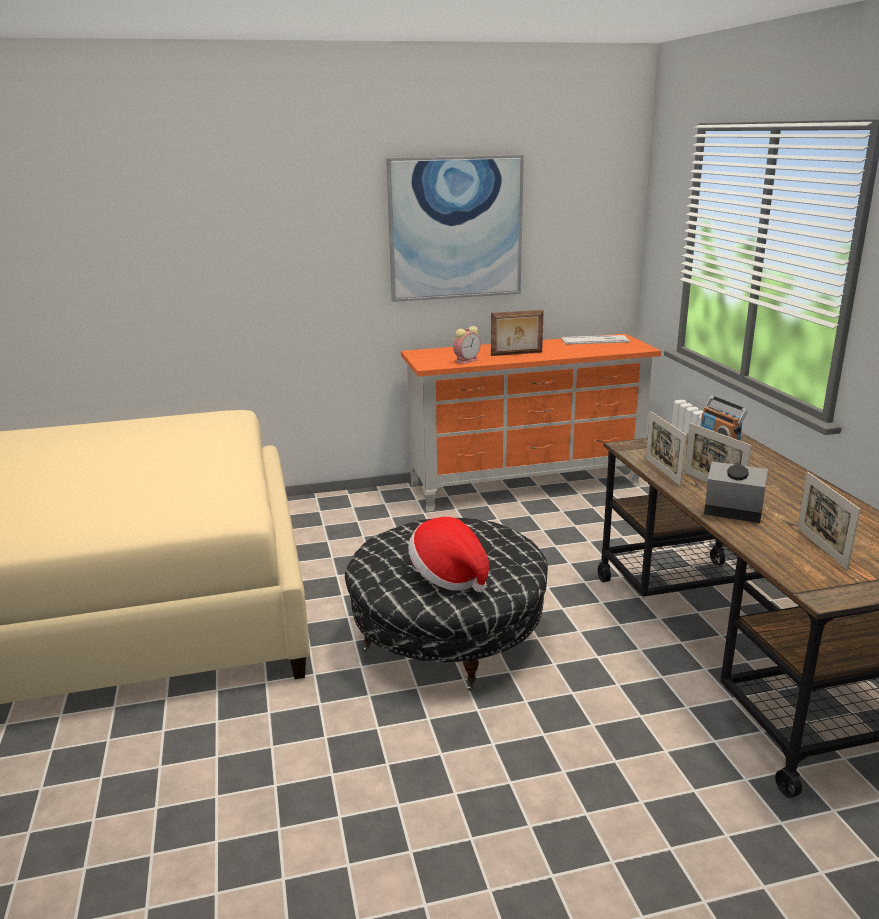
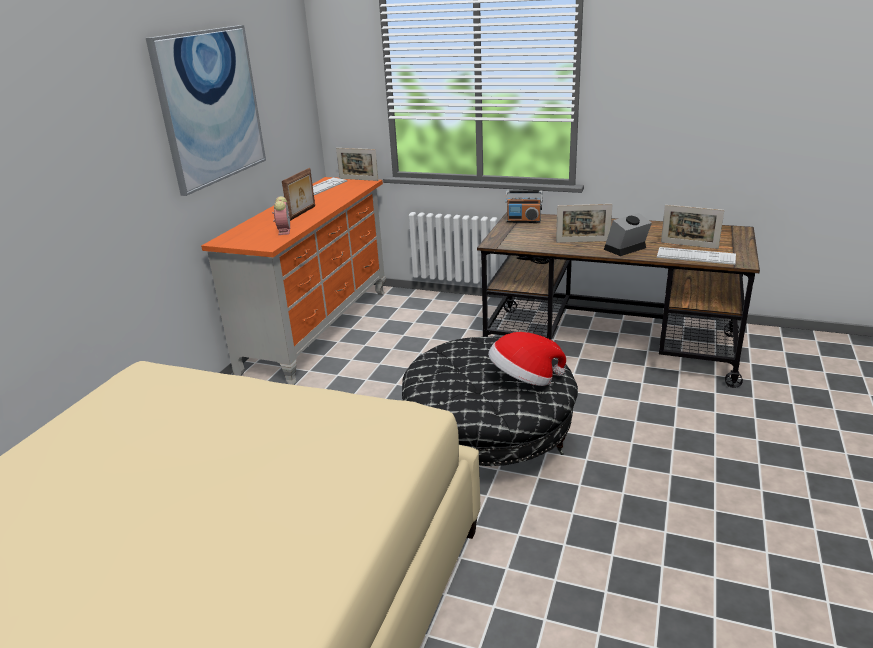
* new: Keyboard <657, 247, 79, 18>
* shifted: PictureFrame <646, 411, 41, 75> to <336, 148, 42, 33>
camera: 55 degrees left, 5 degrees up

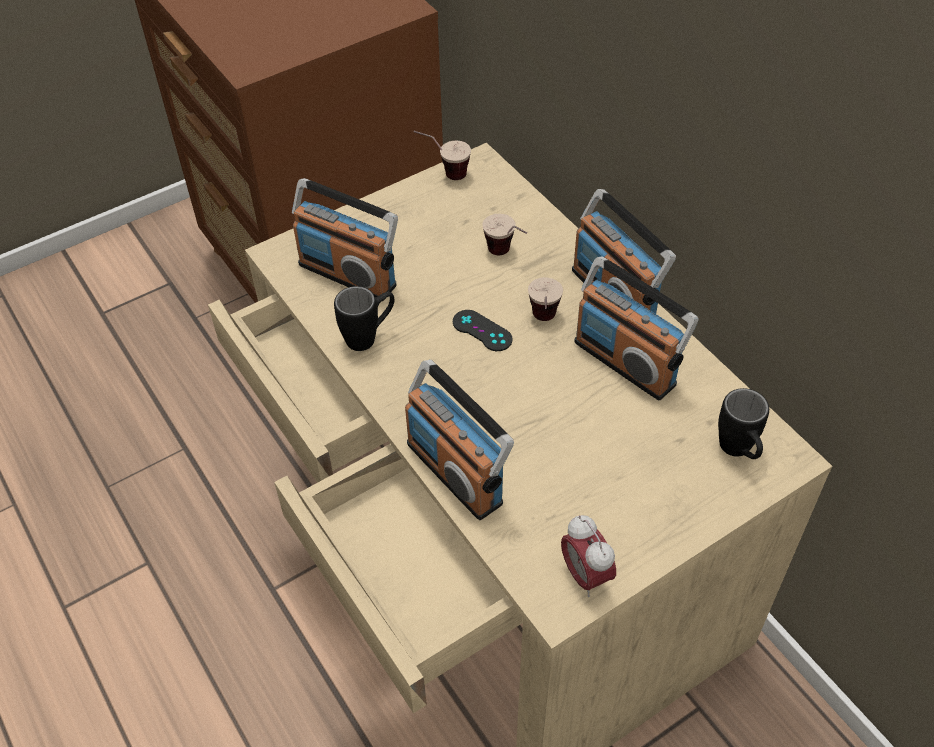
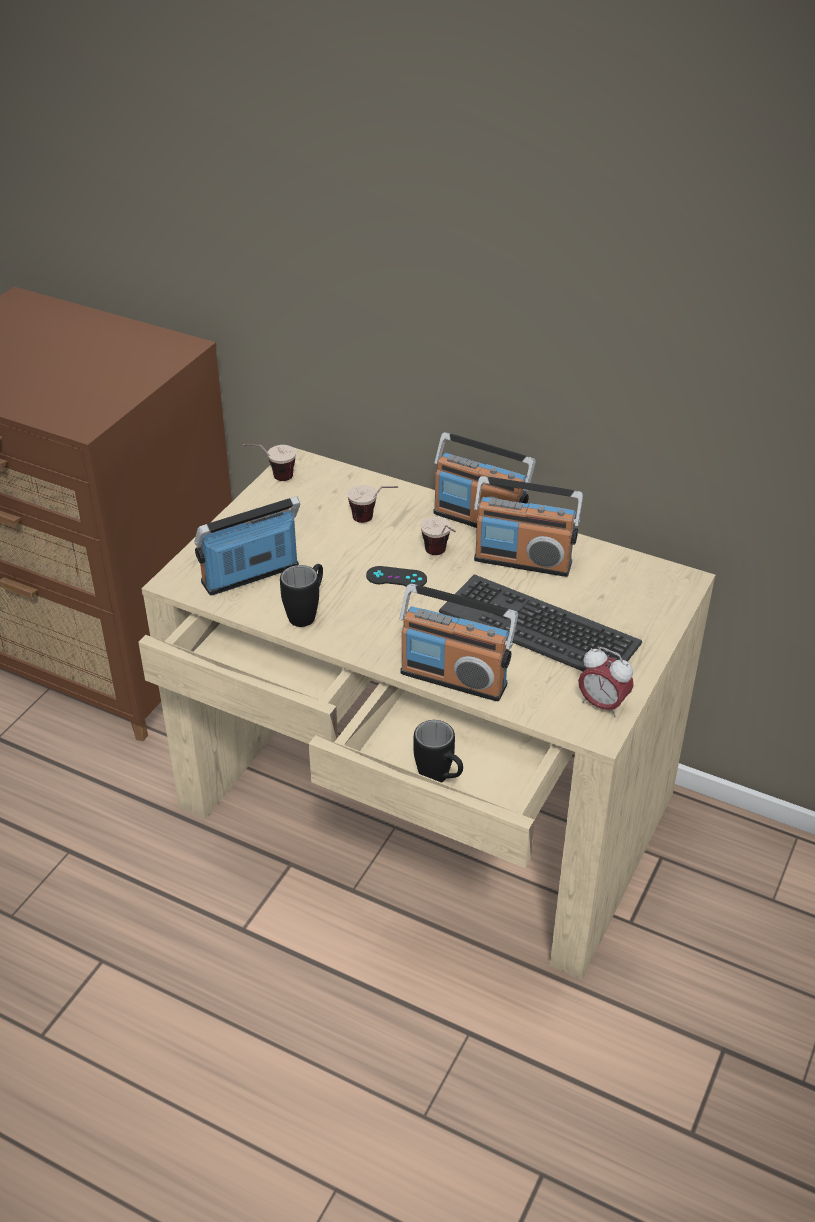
* new: Keyboard <439, 574, 203, 98>
* shifted: BlackMug <718, 388, 51, 71> to <413, 720, 50, 63>
* rotated: Radio <292, 178, 106, 123> = <194, 496, 106, 100> 150 degrees clockwise
camera: 30 degrees left, 10 degrees down

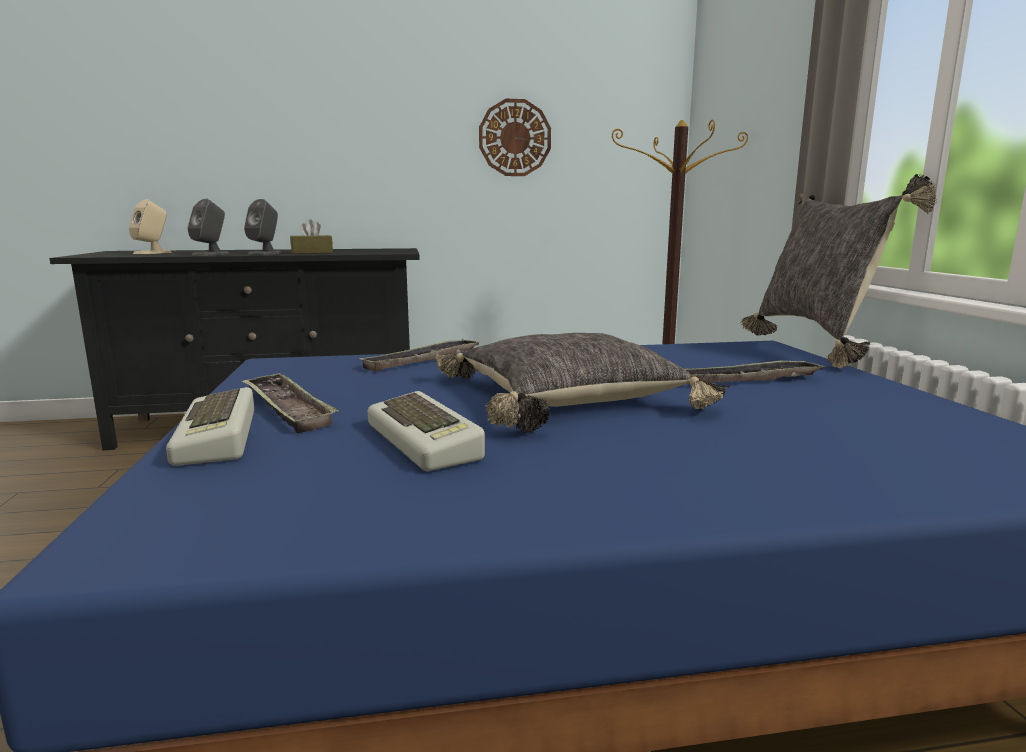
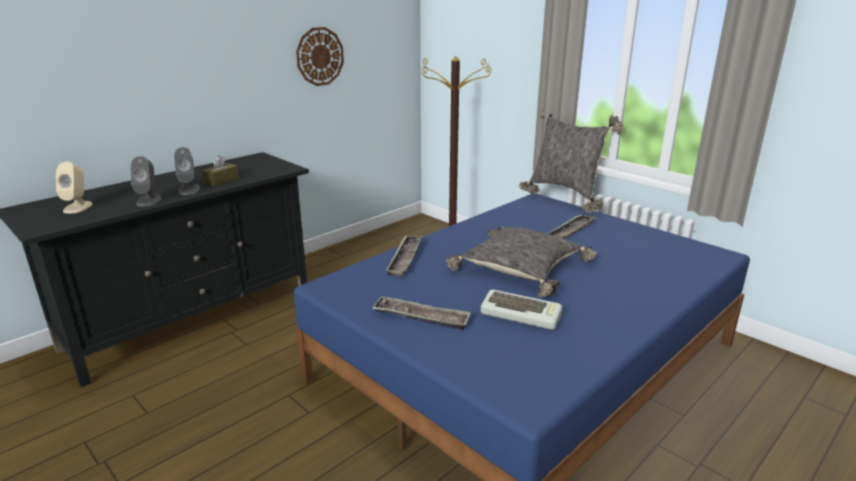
* gone: Keyboard <166, 387, 88, 79>
camera: 35 degrees left, 10 degrees up

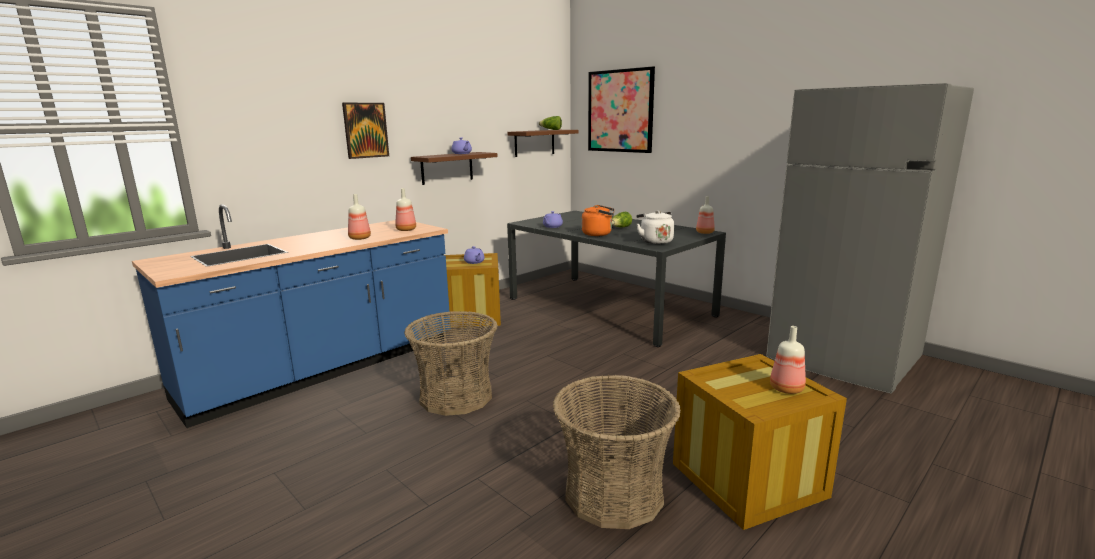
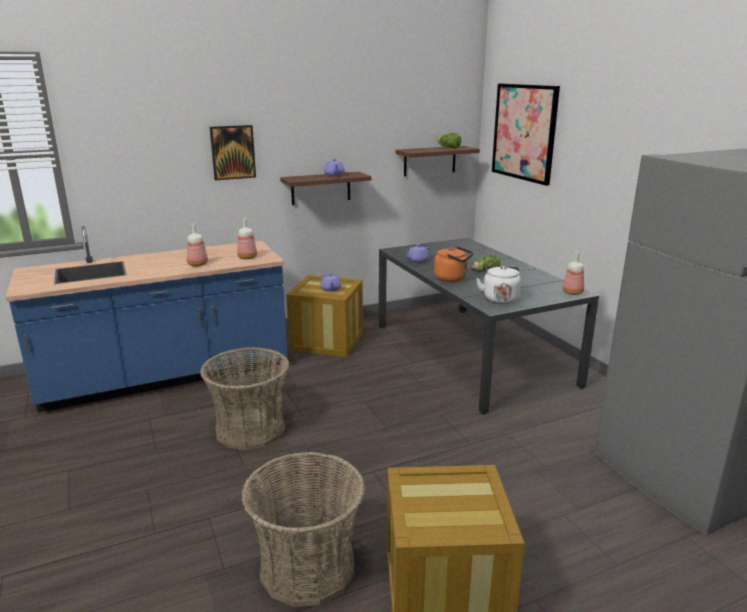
* gone: Bottle <770, 326, 36, 68>
camera: 20 degrees right, 5 degrees up

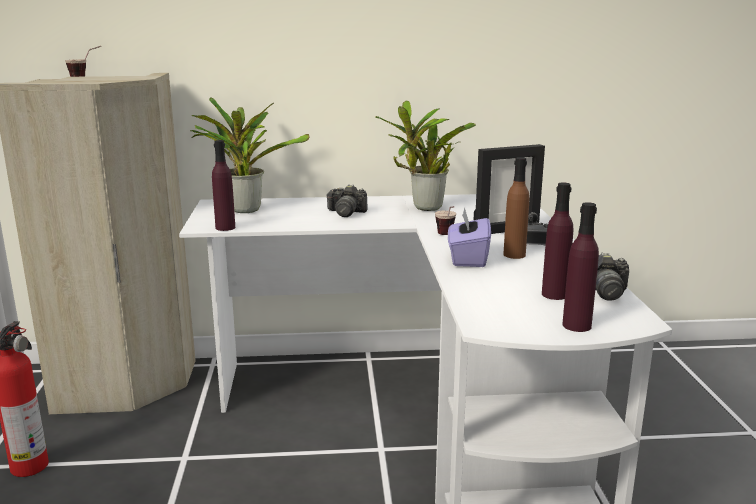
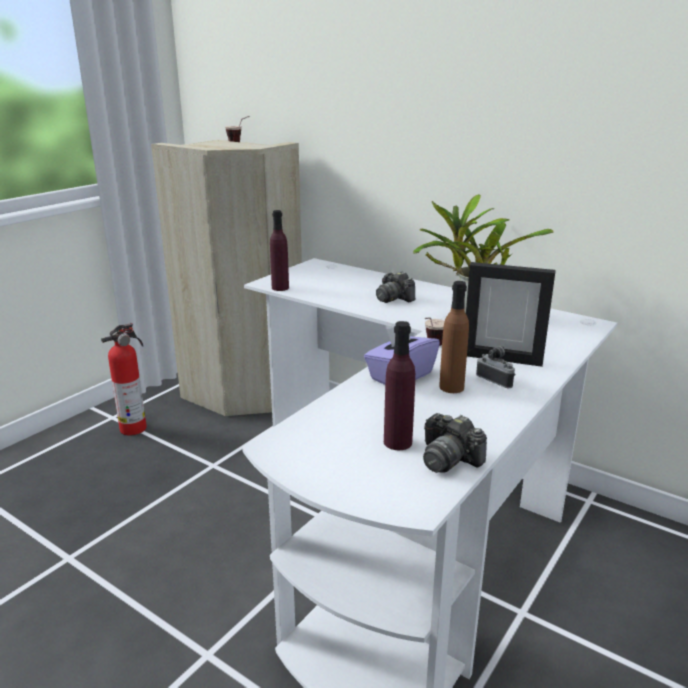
* gone: PottedPlant <190, 98, 120, 115>
* gone: PurpleBottle <562, 202, 37, 130>
camera: 40 degrees right, 5 degrees up

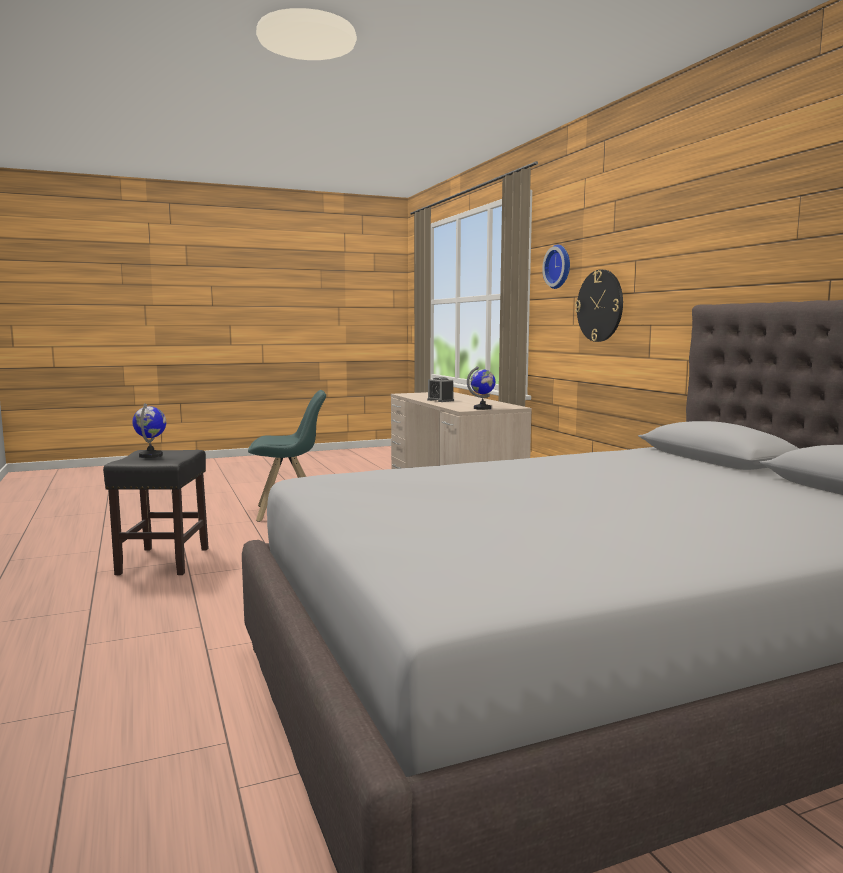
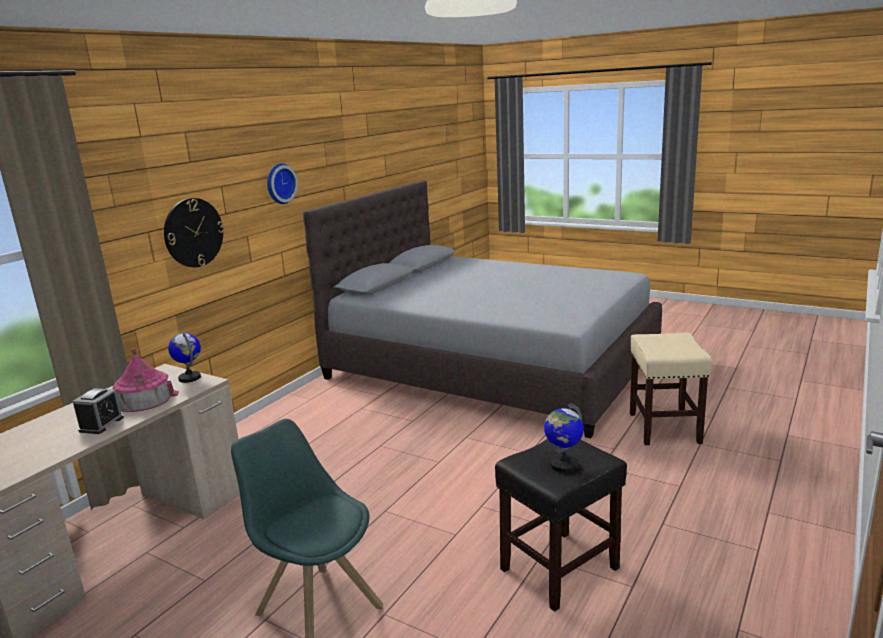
* new: ToyHouse <113, 348, 66, 64>
* new: BeigeStool <630, 333, 82, 112>
* shifted: WallClock <542, 245, 28, 44> to <267, 163, 31, 41>
camera: 125 degrees left, 10 degrees up

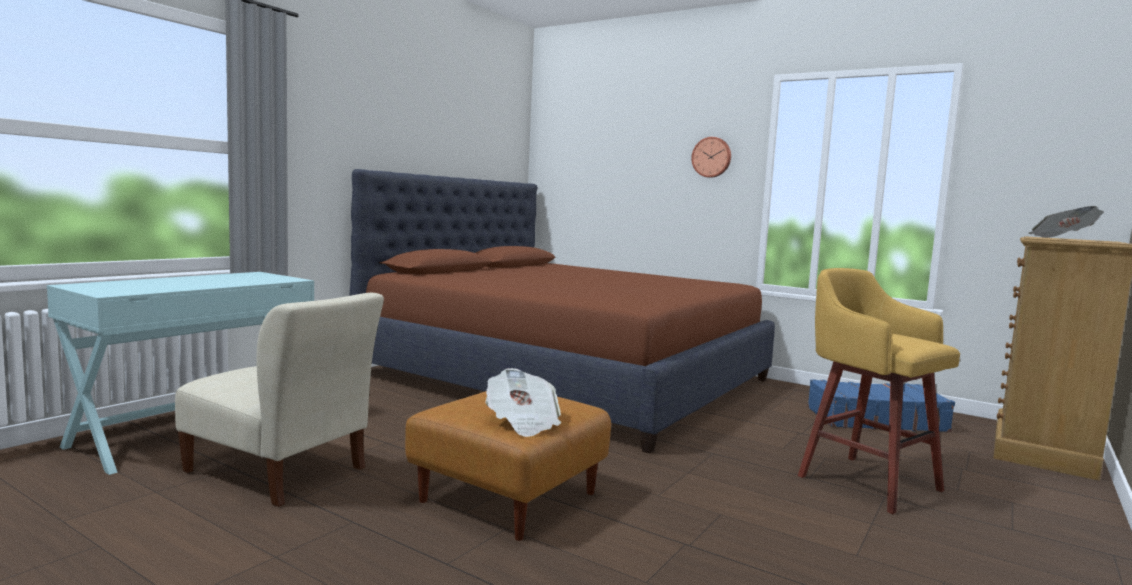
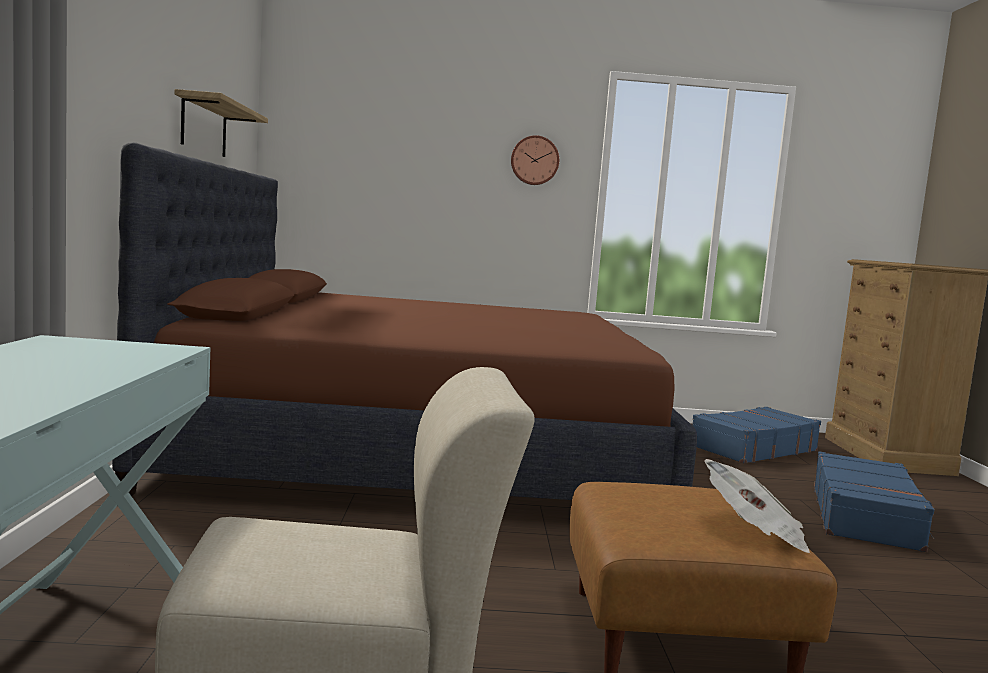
* gone: Newspaper <1029, 206, 75, 32>
* new: Shelf <175, 89, 93, 68>
* swapped: YellowStool <798, 268, 162, 246> to BlueSuitcase <814, 451, 121, 101>
camera: 35 degrees left, 0 degrees up

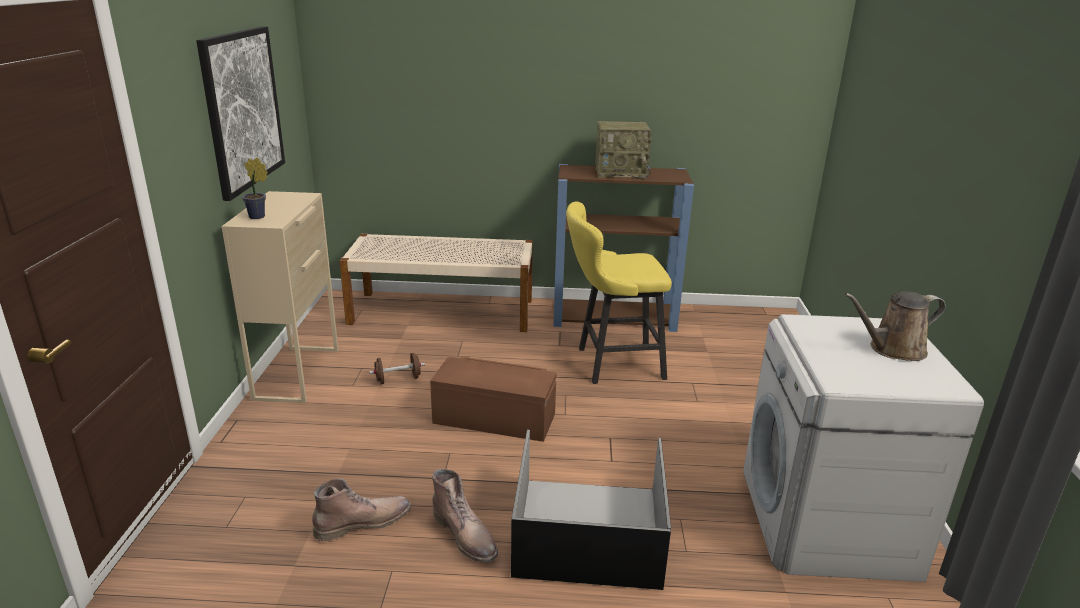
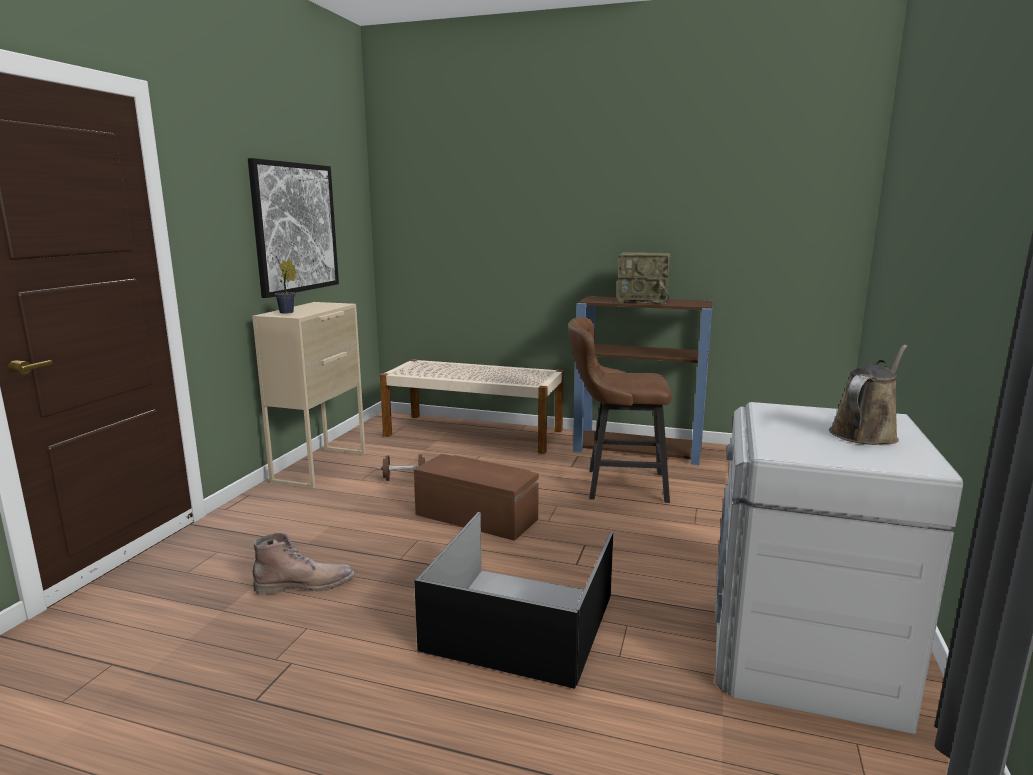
* gone: BrownBoot <432, 469, 66, 94>
* repainted: YellowStool <566, 202, 106, 182> to BrownStool <568, 317, 104, 186>
* rotated: BrownWateringCan <844, 291, 102, 70> = <829, 345, 78, 100> 135 degrees clockwise
camera: 15 degrees right, 10 degrees down

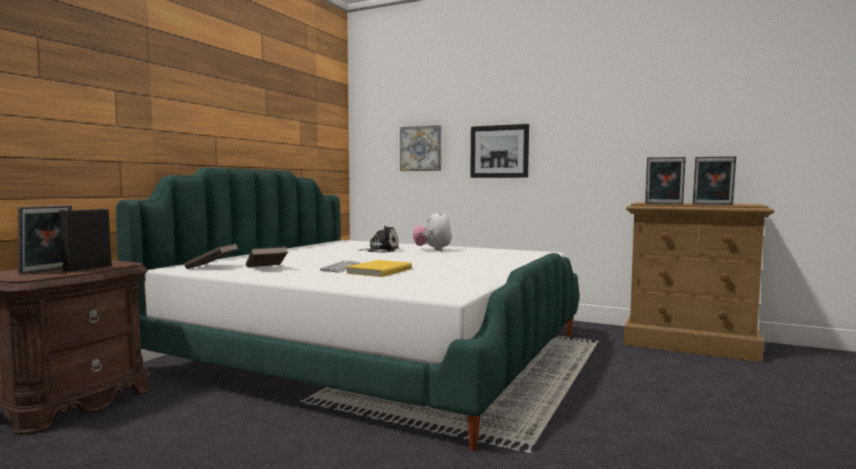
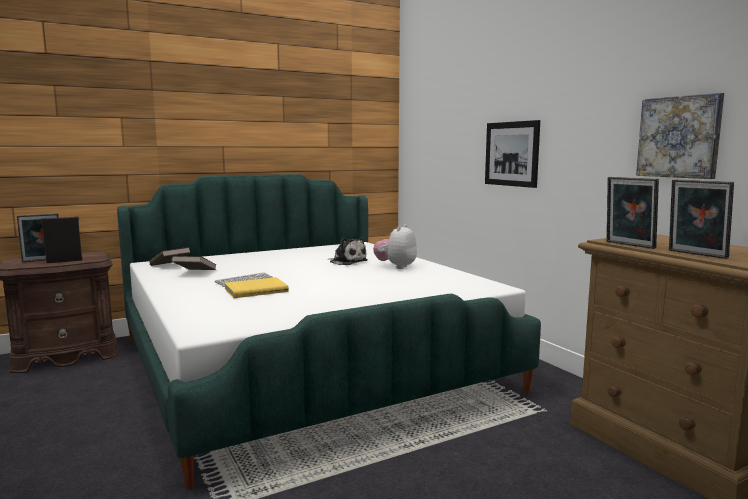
* shifted: Picture <400, 125, 41, 46> to <636, 93, 88, 86>
camera: 35 degrees right, 5 degrees up

